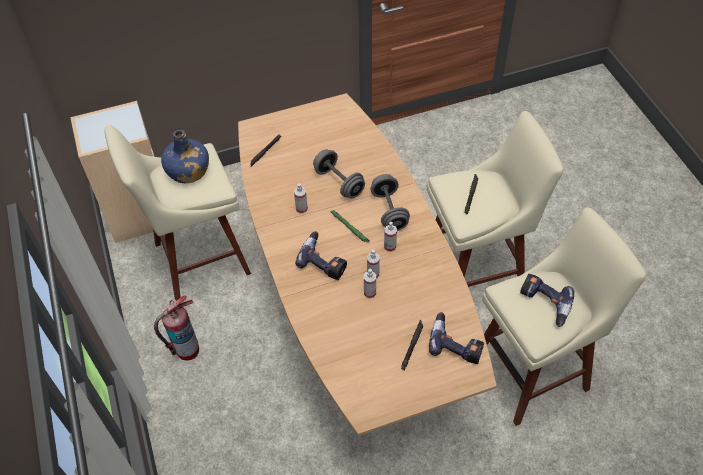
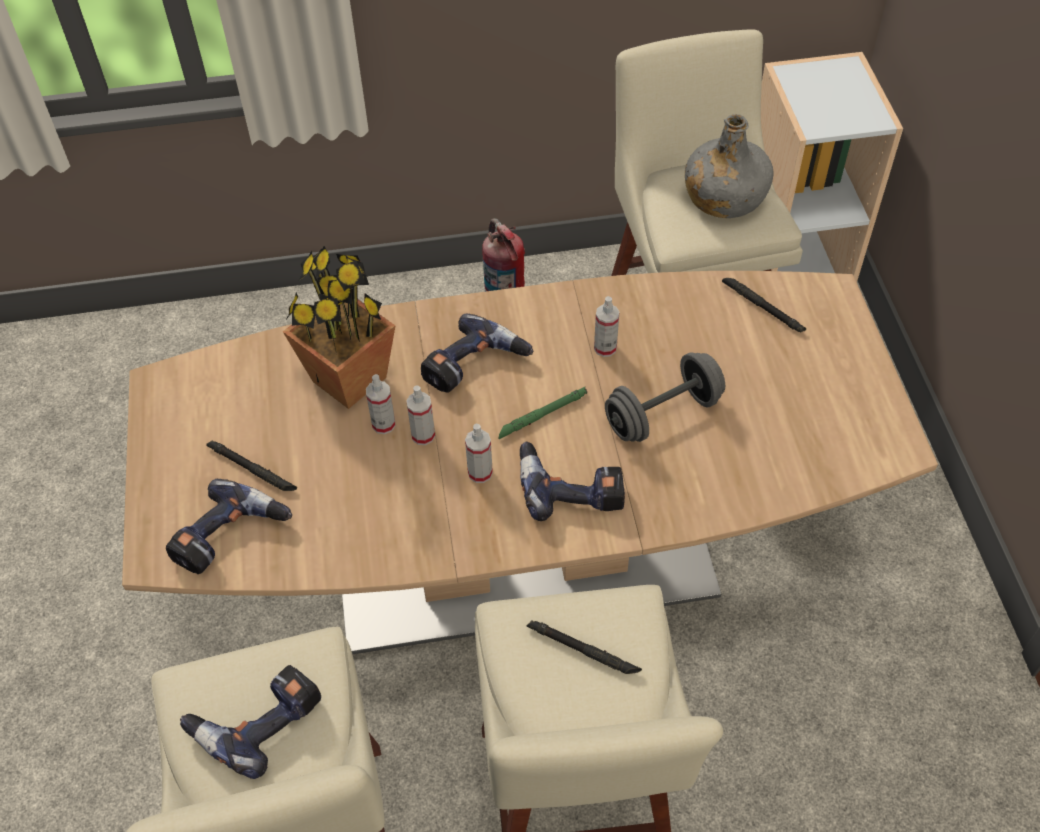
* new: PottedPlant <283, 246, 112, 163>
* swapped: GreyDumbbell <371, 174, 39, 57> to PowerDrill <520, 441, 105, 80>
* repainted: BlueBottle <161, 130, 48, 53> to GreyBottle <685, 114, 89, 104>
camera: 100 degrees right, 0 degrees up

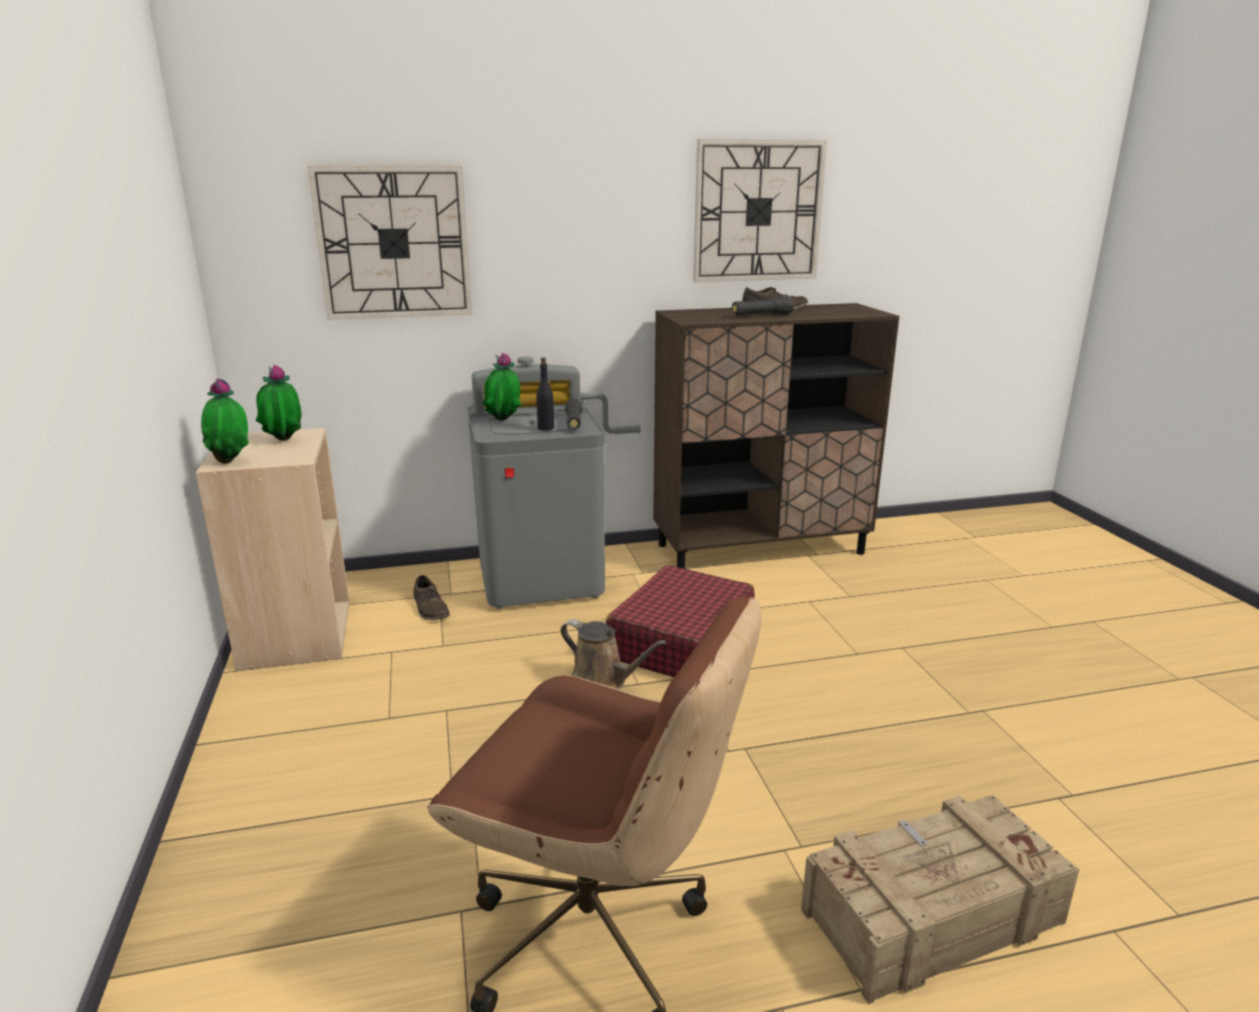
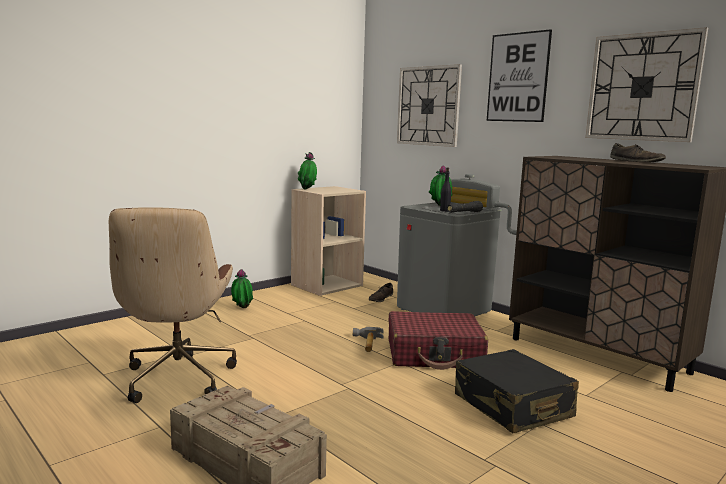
* gone: BlackFlashlight <732, 296, 62, 19>
* new: BlackSuitcase <455, 349, 124, 84>
* new: Picture <487, 29, 65, 93>
* shifted: PottedPlant <256, 365, 46, 76> to <231, 269, 22, 39>
* swapped: BrownWateringCan <561, 619, 106, 70> to Hammer <353, 327, 31, 25>
camera: 60 degrees right, 10 degrees down

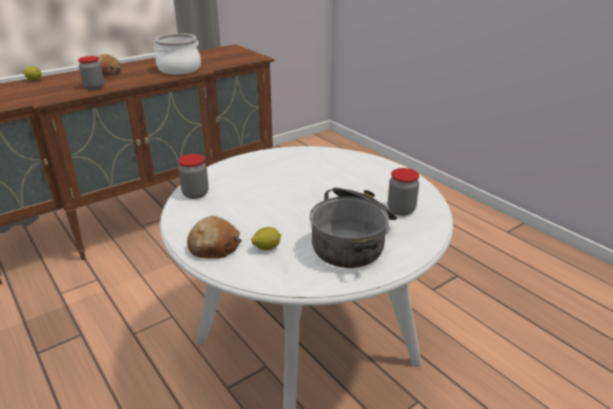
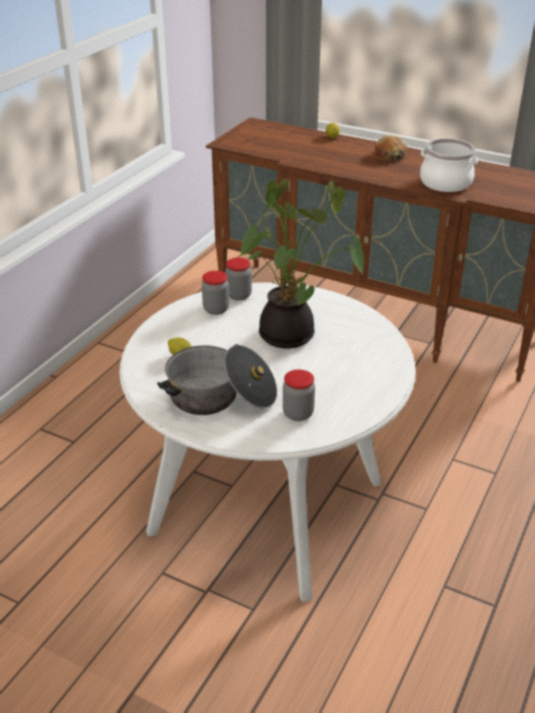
* gone: Bread <187, 216, 55, 43>
* new: PottedPlant <240, 178, 124, 170>
* shifted: Jar <78, 56, 26, 34> to <202, 271, 27, 44>
camera: 65 degrees right, 5 degrees up

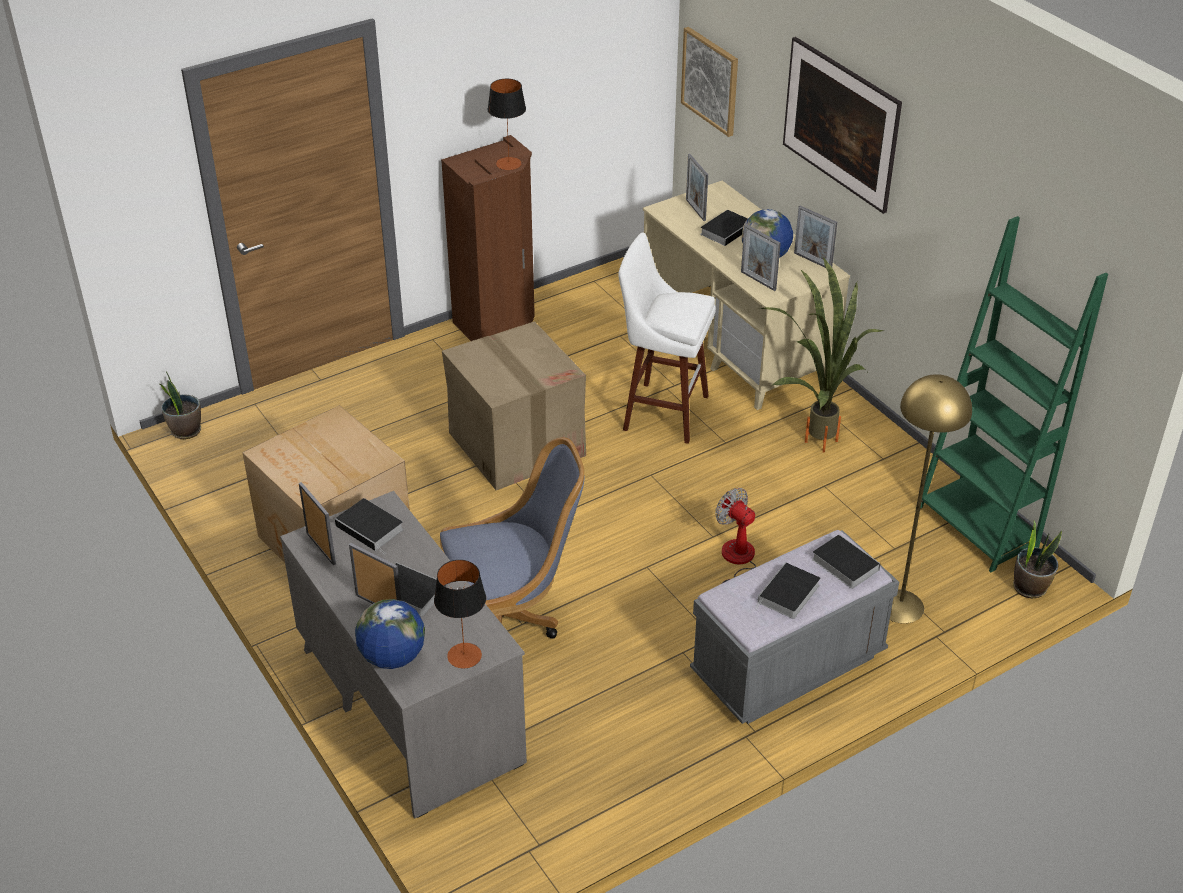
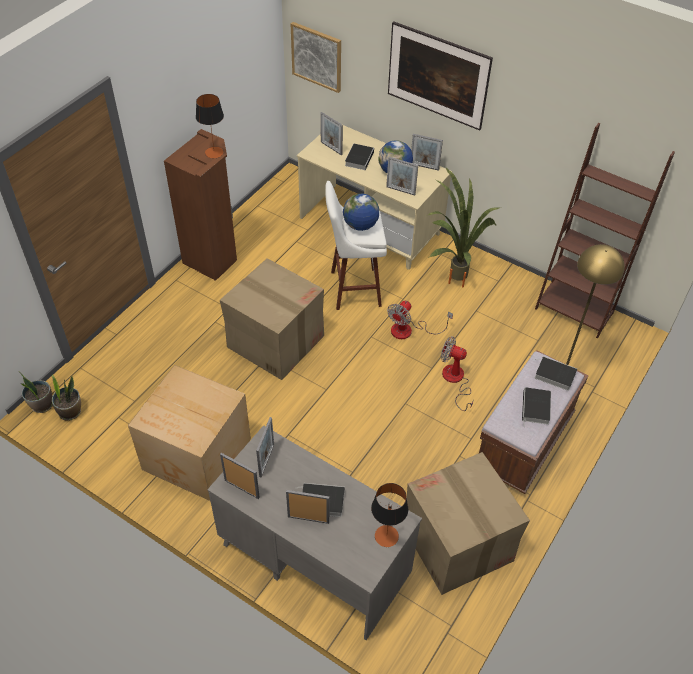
* gone: BlueOfficeChair <440, 437, 145, 202>
* new: Fan <387, 301, 66, 38>
* new: CardboardBox <407, 452, 123, 143>
* shifted: Globe <355, 599, 70, 70> to <343, 194, 36, 37>
* shifted: PottedPlant <1013, 521, 49, 77> to <52, 375, 29, 46>
* swapped: Book <335, 498, 68, 56> to PictureFrame <256, 417, 18, 60>
* repainted: GreyBench <690, 530, 209, 194> to BrownBench <479, 351, 110, 143>
* repainted: GreenBookcase <920, 216, 188, 357> to BrownBookcase <535, 123, 140, 215>
camera: 25 degrees left, 10 degrees up

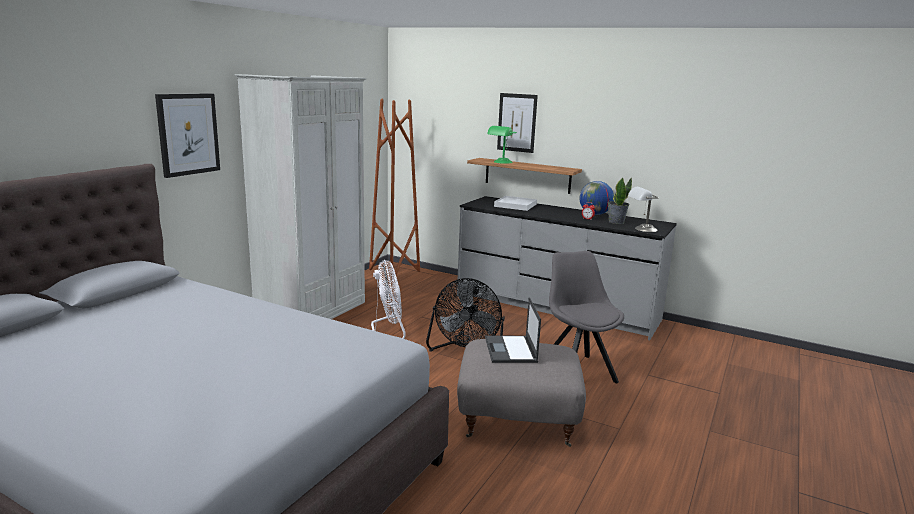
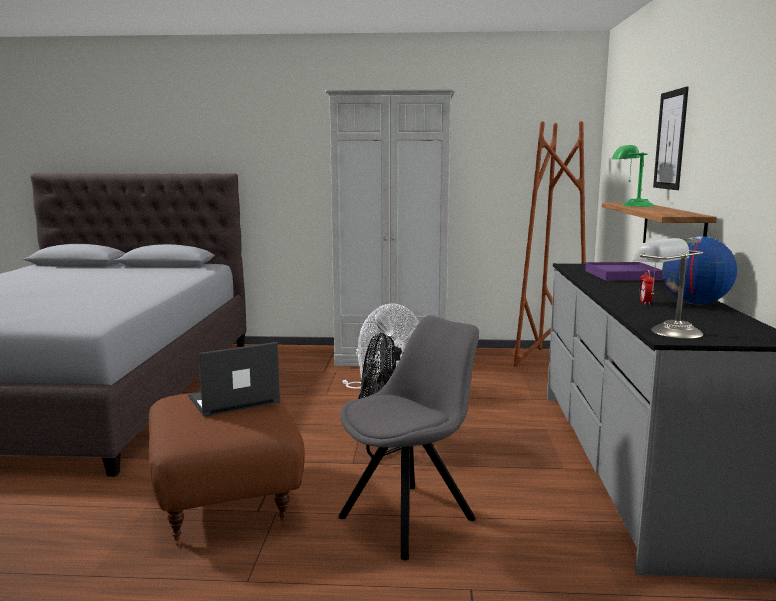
* gone: Picture <155, 93, 65, 85>
* gone: PottedPlant <608, 178, 24, 46>
* repainted: GreyOttoman <457, 339, 129, 108> to BrownOttoman <149, 392, 156, 154>
* repainted: WhiteTray <494, 196, 43, 15> to PurpleTray <585, 262, 78, 19>
camera: 65 degrees right, 5 degrees down

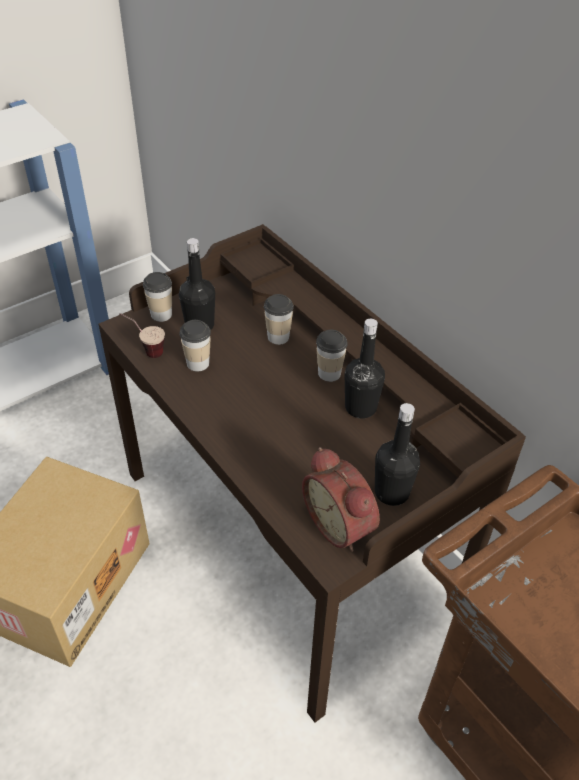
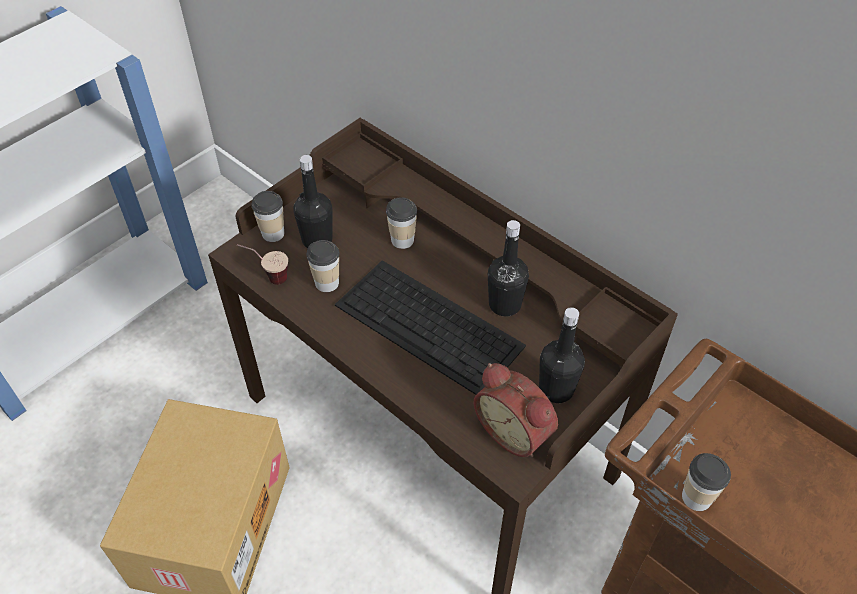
* new: Keyboard <335, 260, 191, 135>
* shifted: Cup <316, 330, 32, 52> to <682, 453, 49, 58>
camera: 10 degrees left, 5 degrees up

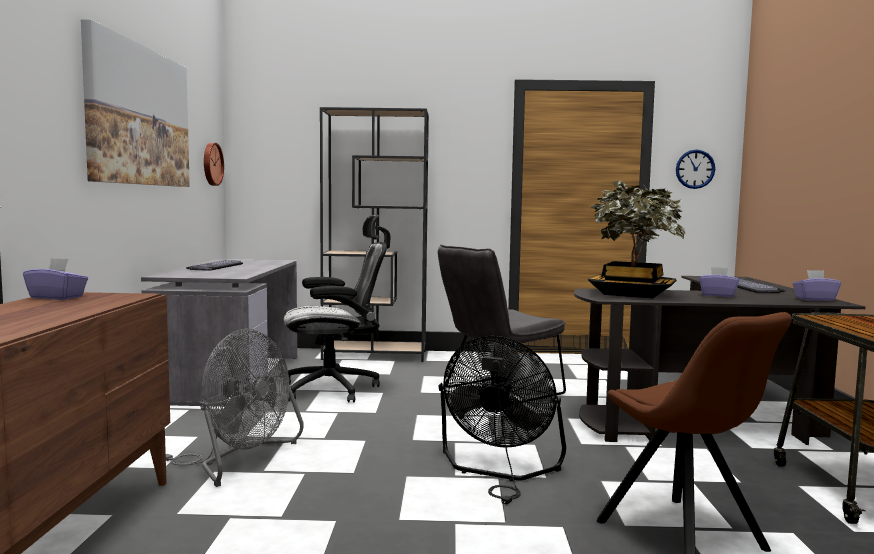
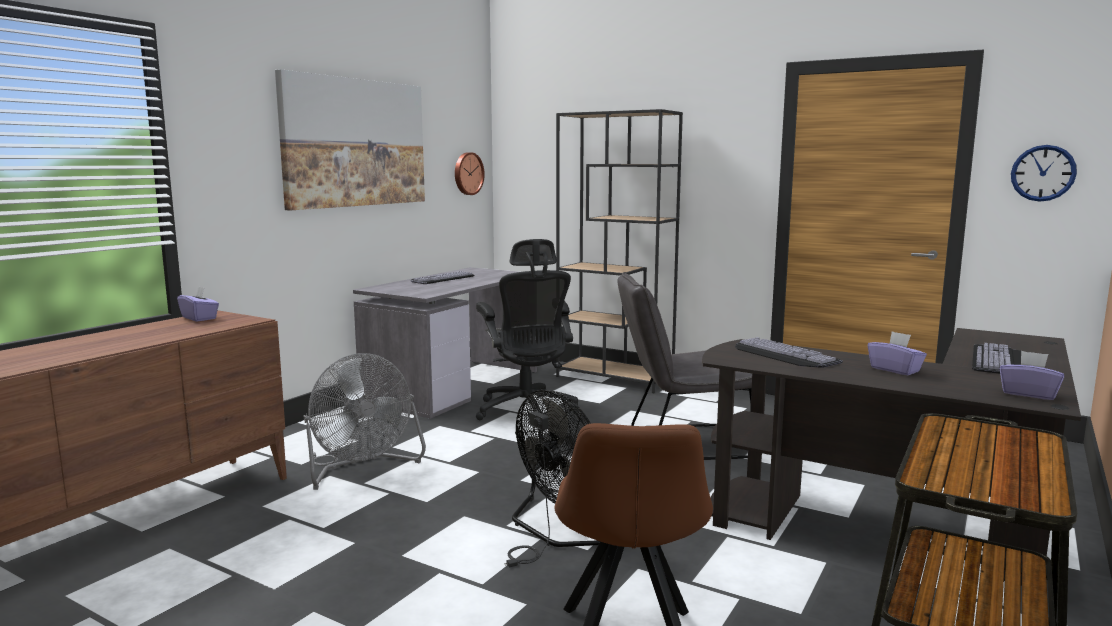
* swapped: PottedPlant <588, 181, 97, 117> to Keyboard <735, 337, 108, 31>
* rotated: OfficeChair <283, 214, 107, 189> = <476, 239, 102, 181> 60 degrees clockwise
camera: 30 degrees right, 5 degrees up

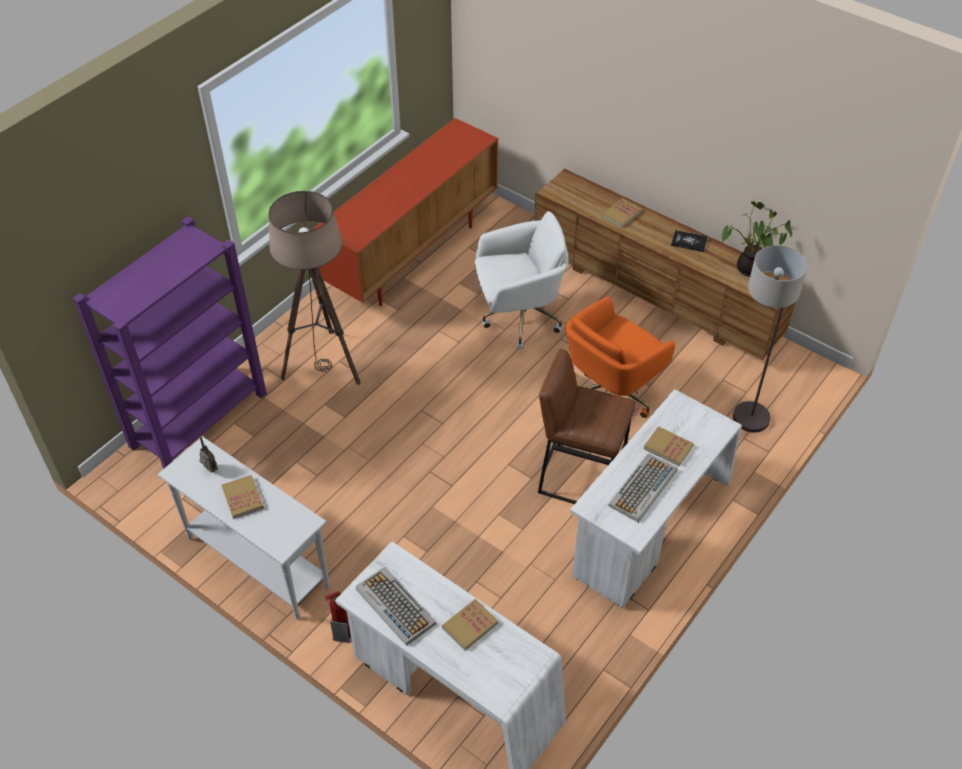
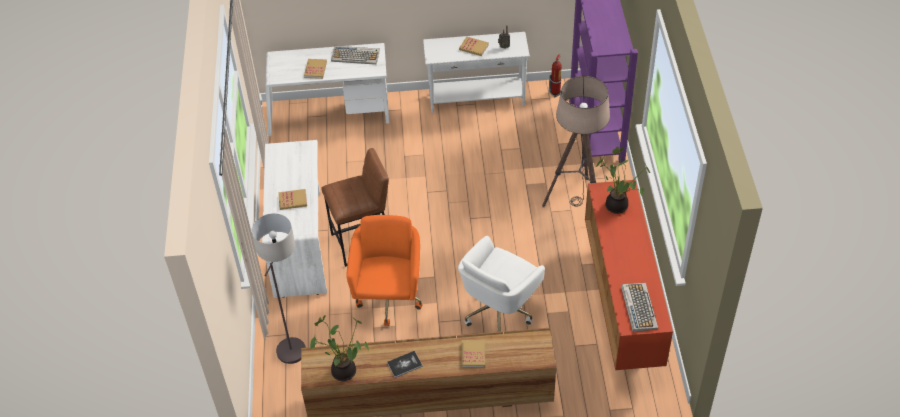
* new: PottedPlant <596, 147, 54, 67>
* shifted: FireExtinguisher <325, 591, 26, 52> to <549, 54, 13, 44>
* shifted: Keyboard <608, 454, 69, 69> to <621, 283, 37, 49>
camera: 140 degrees right, 0 degrees up

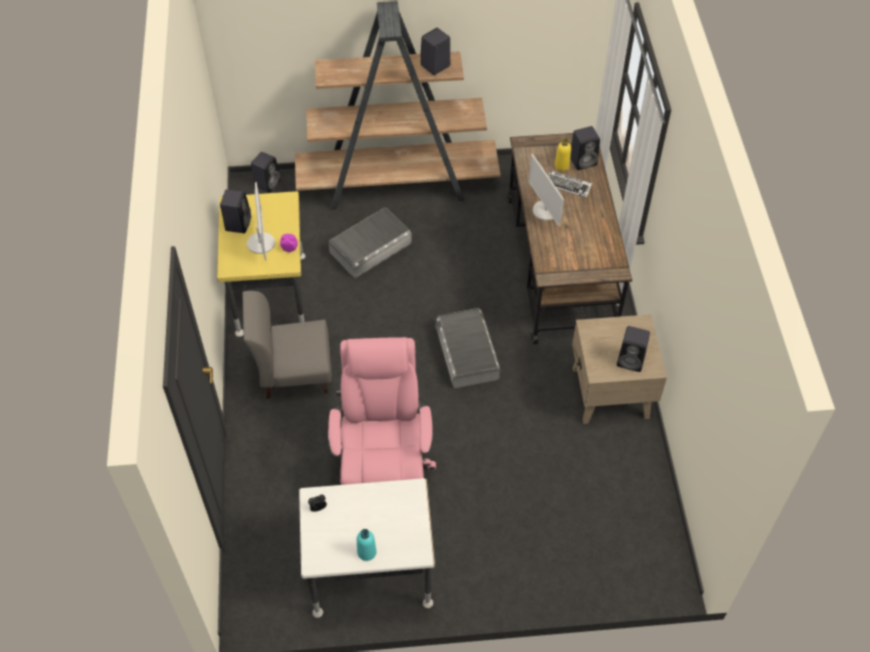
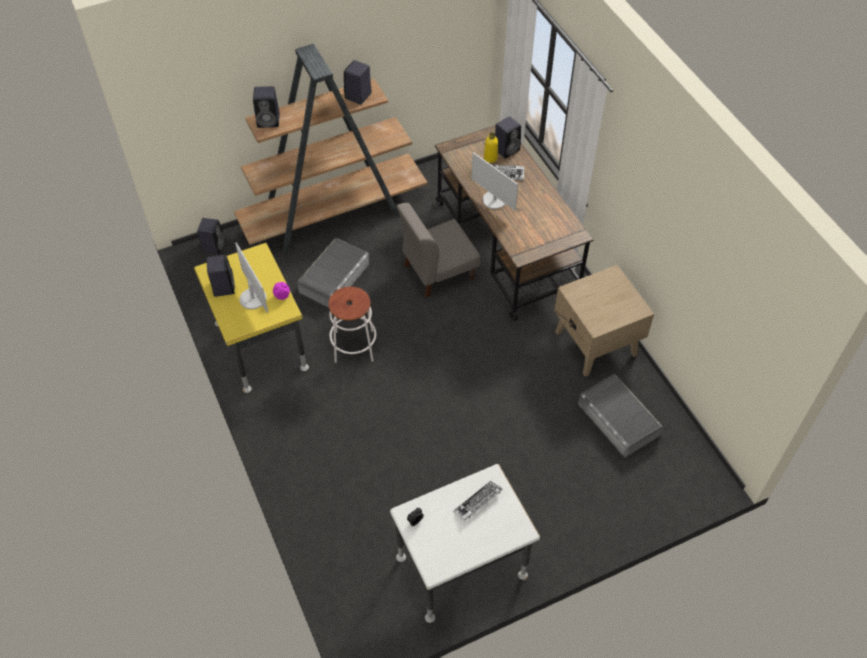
* gone: PinkOfficeChair <328, 337, 108, 148>
* gone: TurquoiseBottle <357, 529, 20, 32>
* new: WhiteStool <329, 286, 47, 77>
* new: Keyboard <453, 480, 50, 40>
* shifted: GreyChair <242, 291, 90, 108> to <396, 203, 84, 94>
* shifted: GreyStorageBox <436, 308, 64, 80> to <578, 374, 85, 84>
* shifted: BlackSpeaker <617, 326, 33, 46> to <253, 86, 27, 42>
camera: 20 degrees left, 0 degrees up

